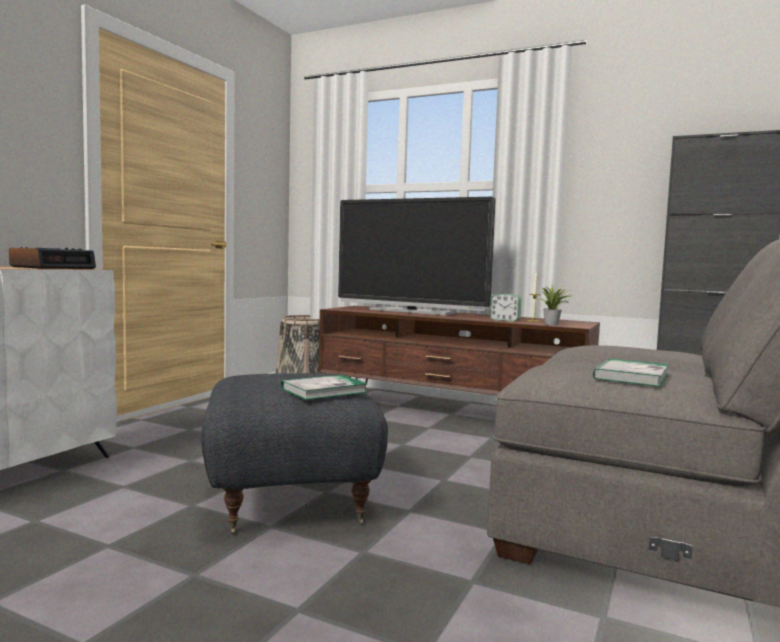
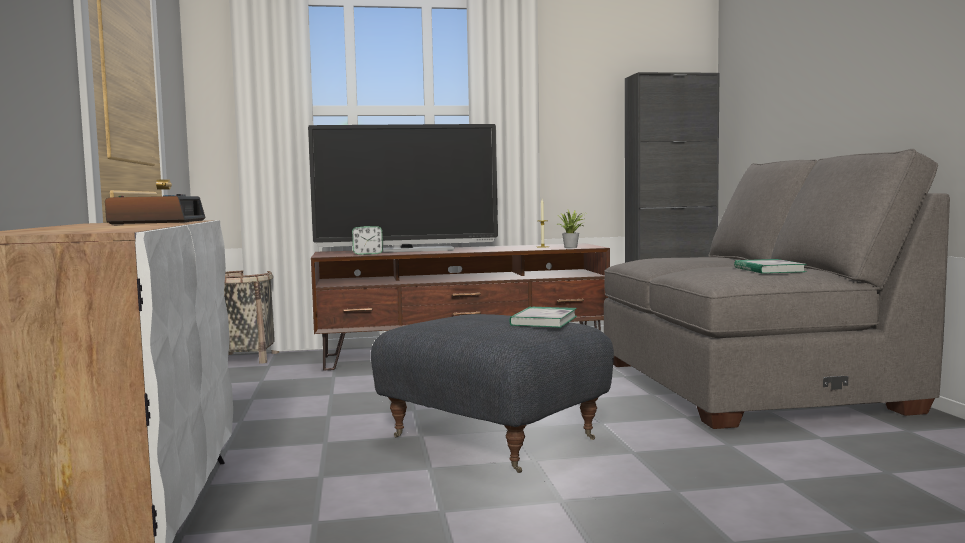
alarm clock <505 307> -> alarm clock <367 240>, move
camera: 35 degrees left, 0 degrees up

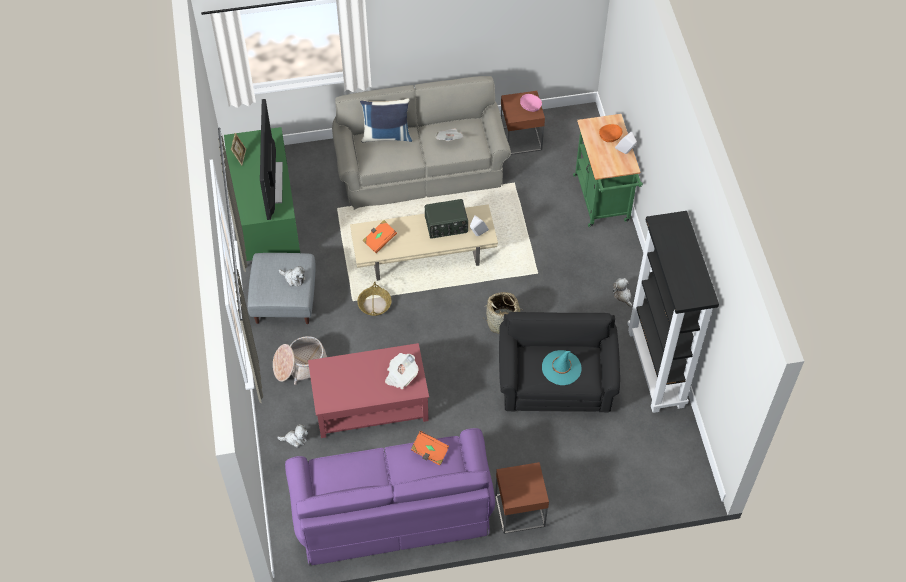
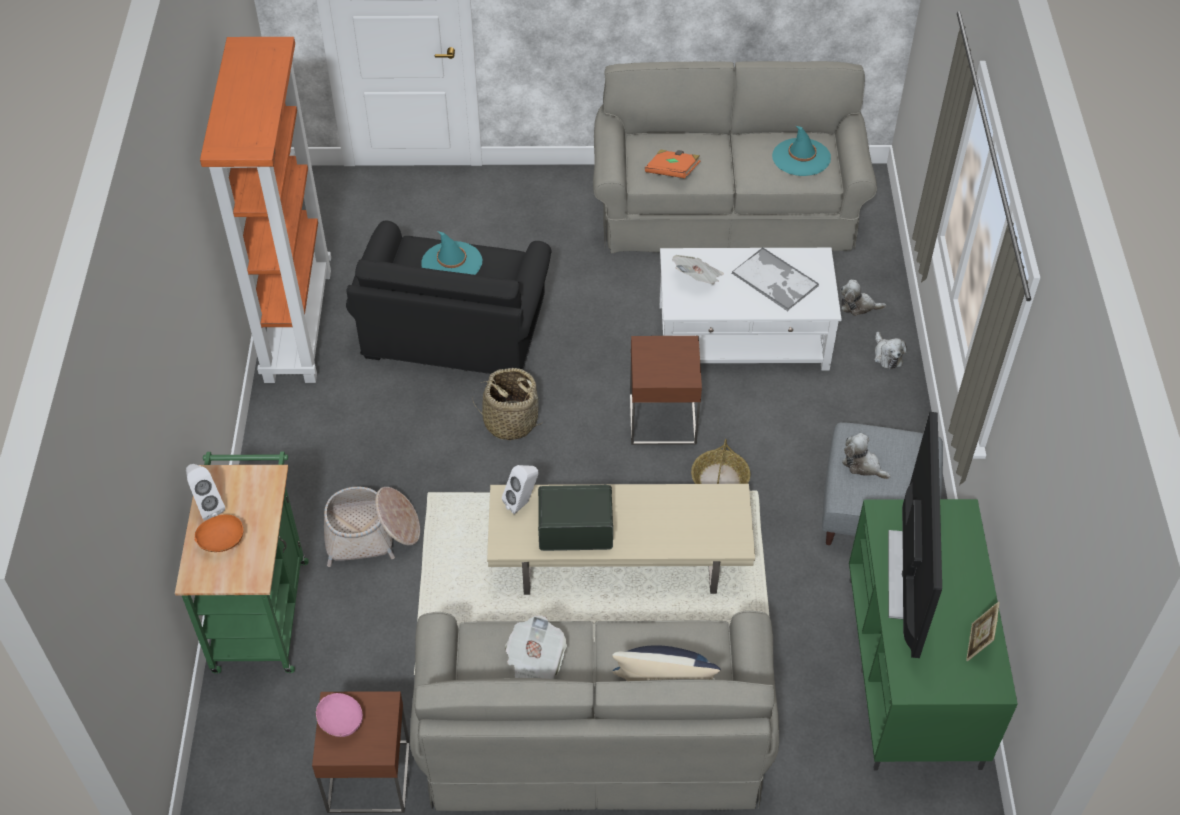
orange book <380 236> -> none
none -> tray <775 279>
none -> turquoise hat <801 151>
basket <300 360> -> basket <372 527>, move
brown side table <522 498> -> brown side table <666 390>, move
plush toy <622 292> -> plush toy <890 350>, move
purple sofa <390 496> -> grey sofa <735 157>
red coffee table <368 390> -> white coffee table <750 309>
black bookcase <673 312> -> orange bookcase <265 210>
camera: 170 degrees left, 5 degrees down

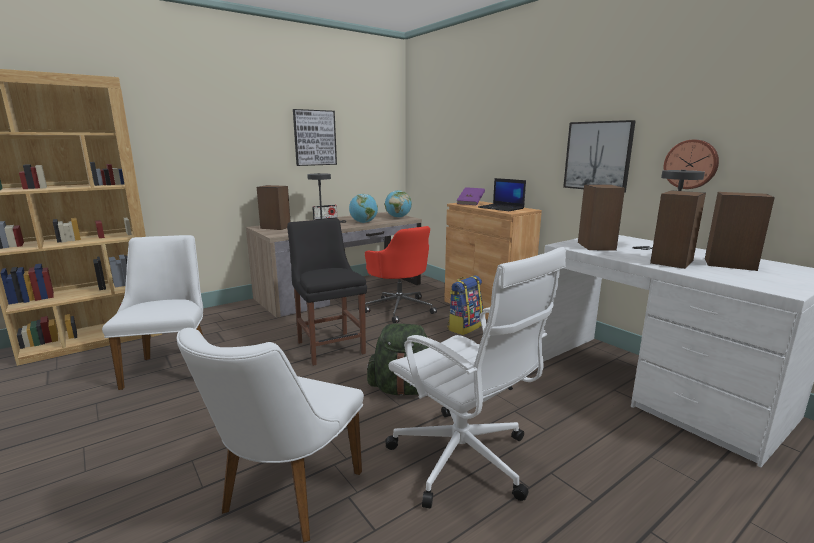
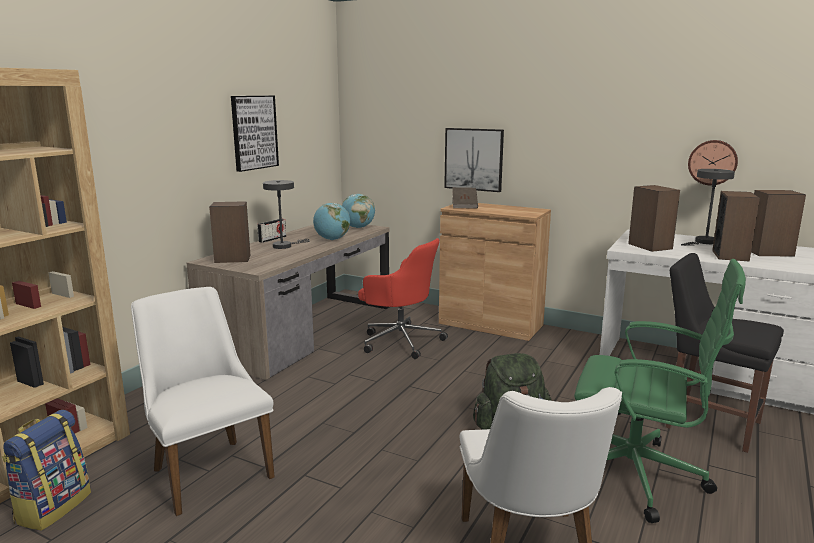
laptop <502 194> -> none
black chair <327 292> -> black chair <725 353>, move
backpack <465 305> -> backpack <46 470>, move
picture <599 156> -> picture <474 160>, move
white office chair <475 377> -> green office chair <660 391>
purple book <471 196> -> brown book <465 198>
camera: 25 degrees left, 0 degrees up

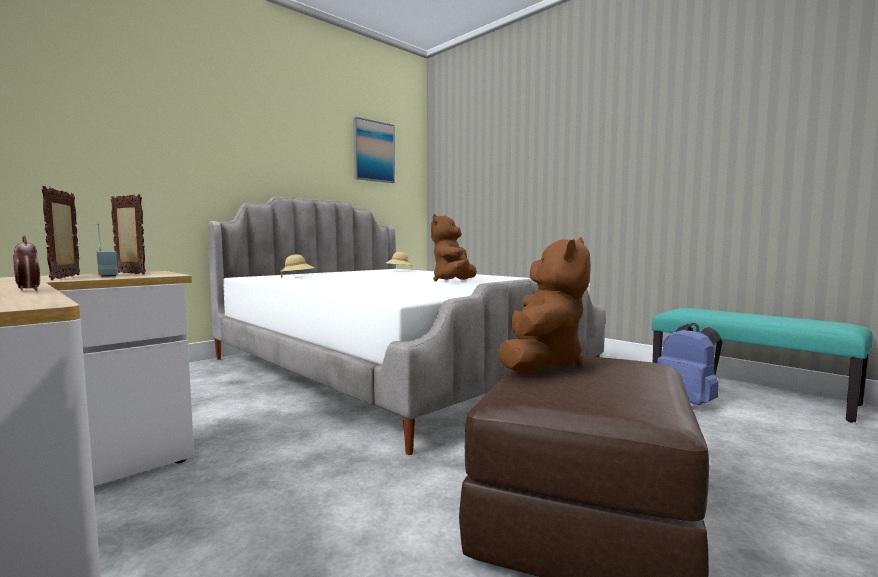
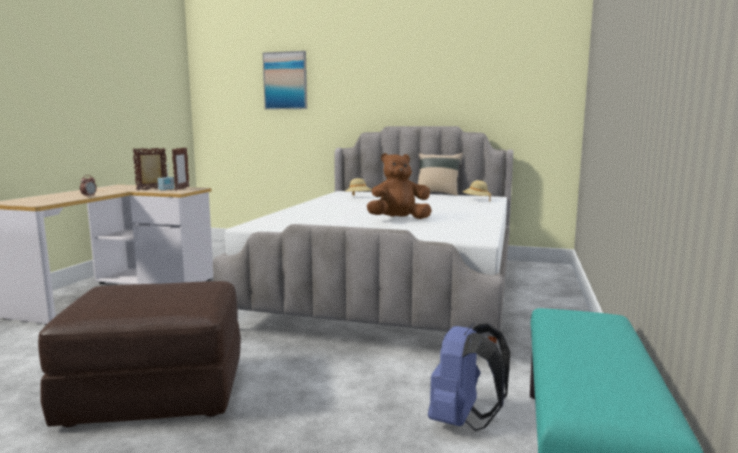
brown plush toy <544 305> -> none
none -> beige pillow <440 174>
picture <374 150> -> picture <285 80>, move
camera: 60 degrees right, 5 degrees up

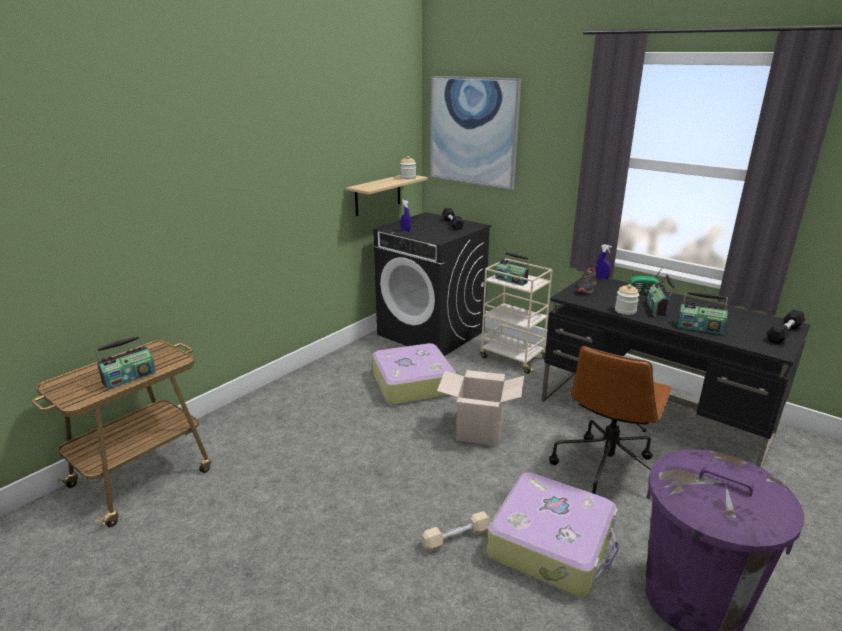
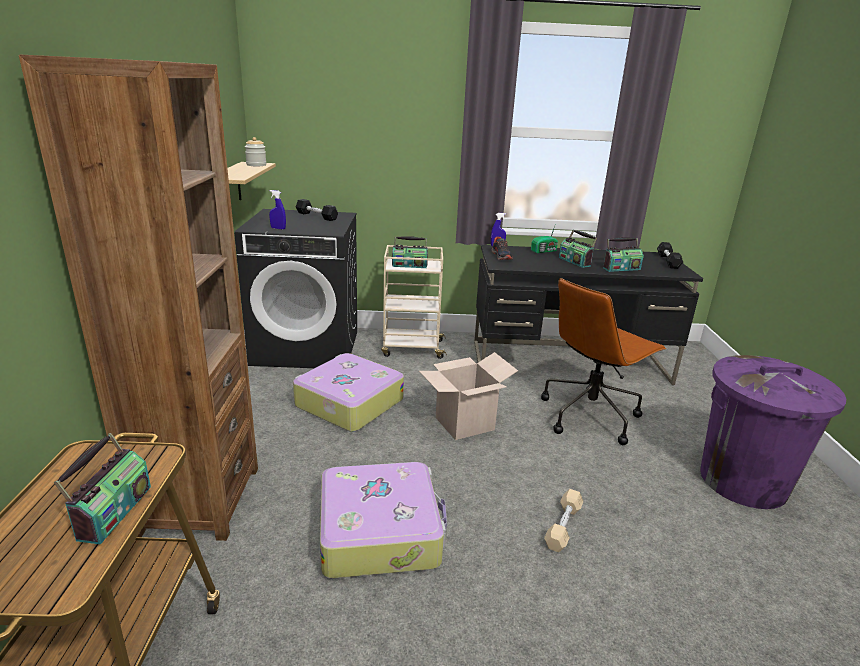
picture <475 133> -> none
jar <627 299> -> none
none -> brown bookcase <138 298>
suitcase <553 534> -> suitcase <383 520>, move
brown office chair <610 420> -> brown office chair <604 361>, 60 degrees clockwise
camera: 40 degrees left, 0 degrees up

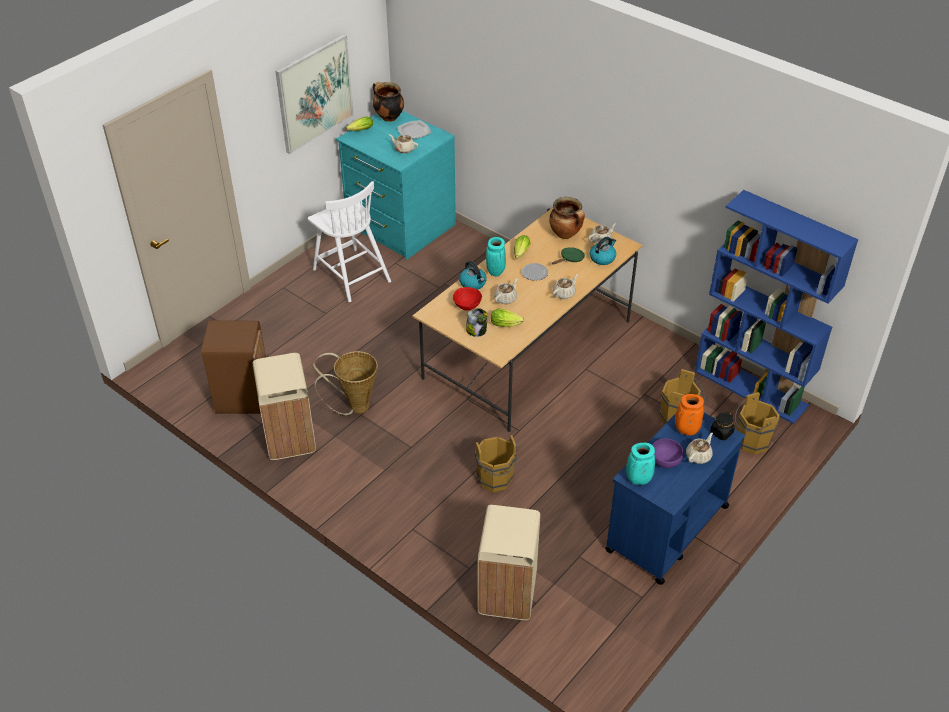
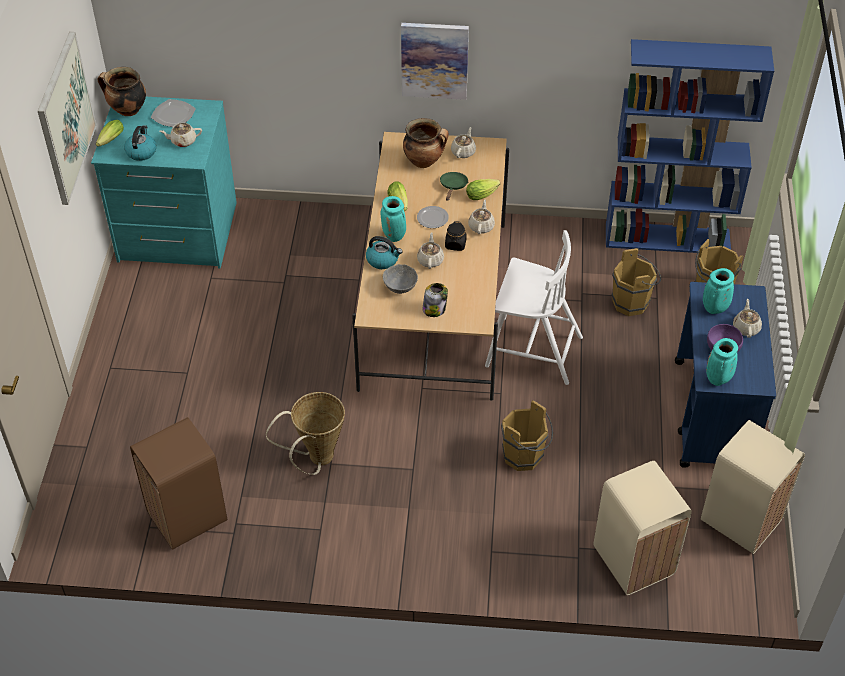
none -> picture <435 61>
beige trash can <284 406> -> beige trash can <753 487>, move
white chair <349 241> -> white chair <534 307>, move
lettuce <507 318> -> lettuce <483 189>, move
kettle <603 251> -> kettle <140 143>, move
black jar <722 426> -> black jar <456 236>, move
red bowl <467 299> -> grey bowl <400 279>
orange vase <689 415> -> turquoise vase <718 291>
camera: 35 degrees left, 5 degrees up

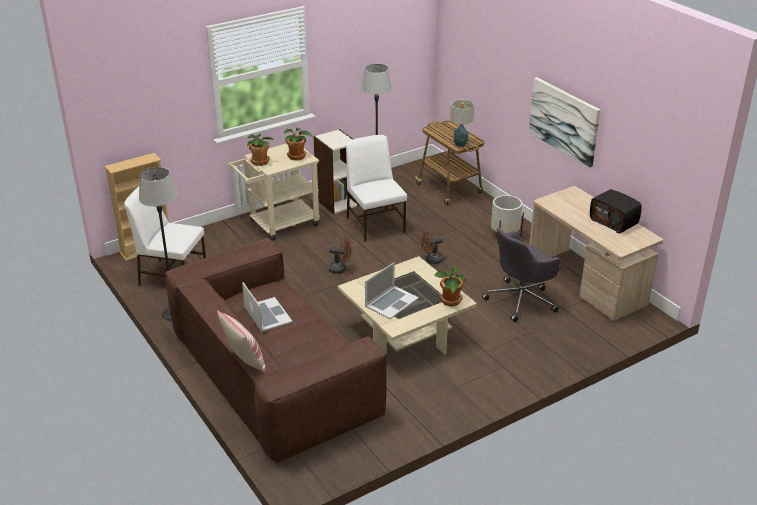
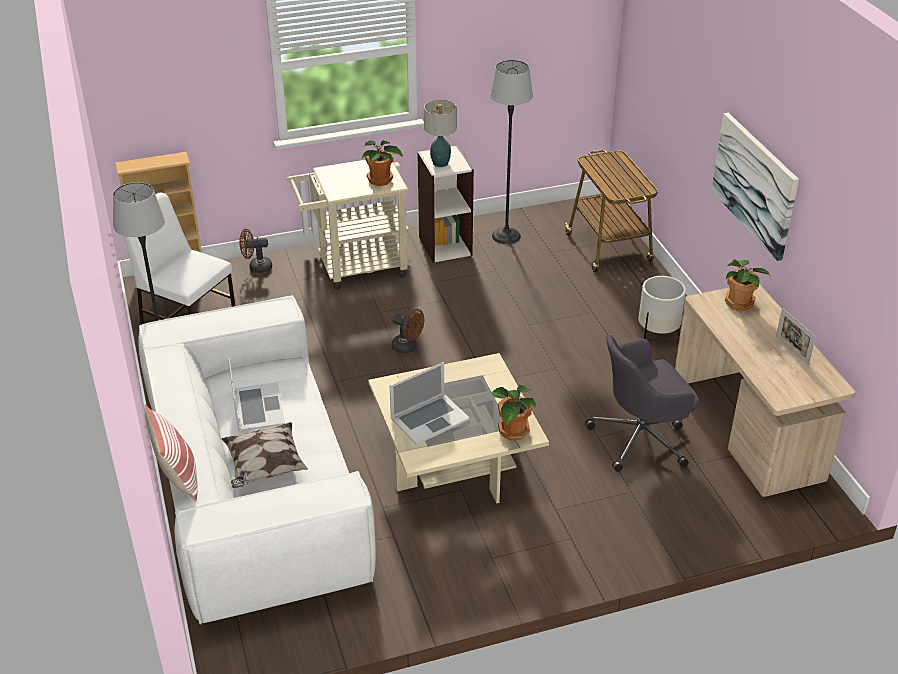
white chair <376 188> -> none
none -> pillow <265 455>
potted plant <261 150> -> potted plant <747 285>, move
brown fan <432 247> -> brown fan <255 251>, move
table lamp <462 123> -> table lamp <440 133>, move
radio <616 211> -> picture frame <796 337>
brown sofa <276 350> -> white sofa <257 459>
camera: 15 degrees right, 5 degrees up

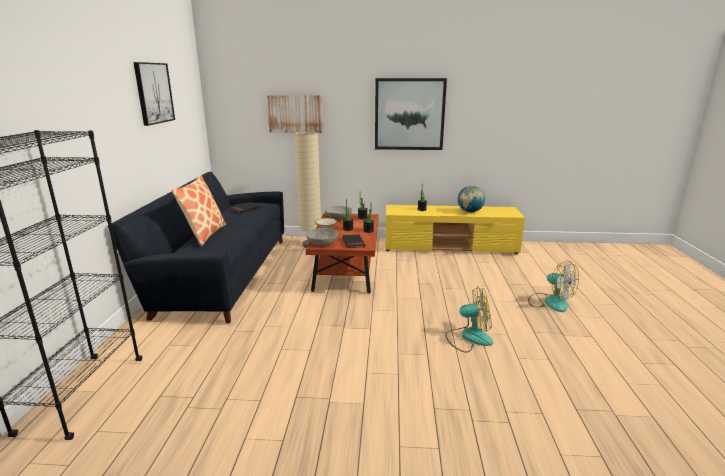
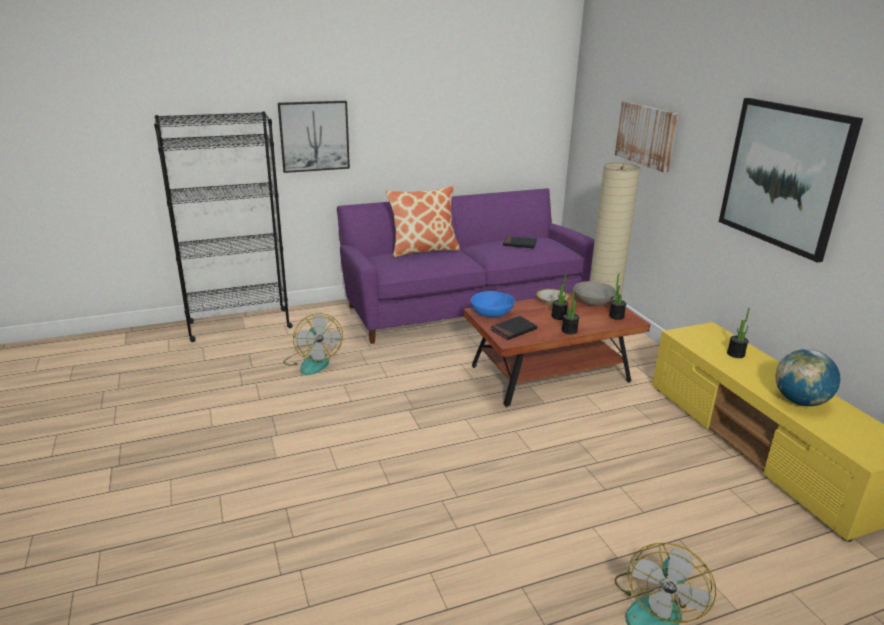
picture <154 94> -> picture <314 137>, move
fan <469 319> -> fan <313 344>, move
black sofa <196 247> -> purple sofa <466 266>
grey bowl <322 237> -> blue bowl <493 304>
camera: 65 degrees right, 5 degrees up

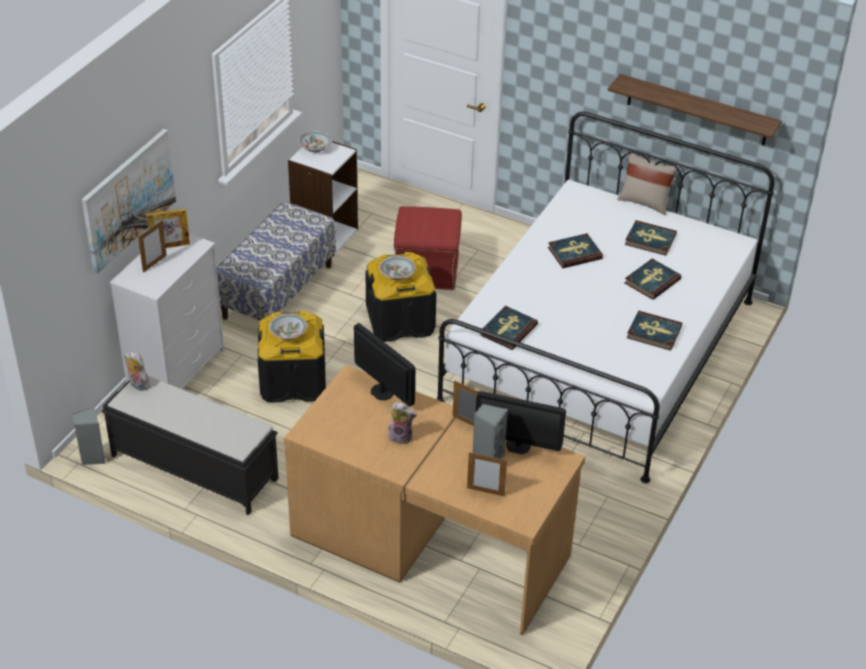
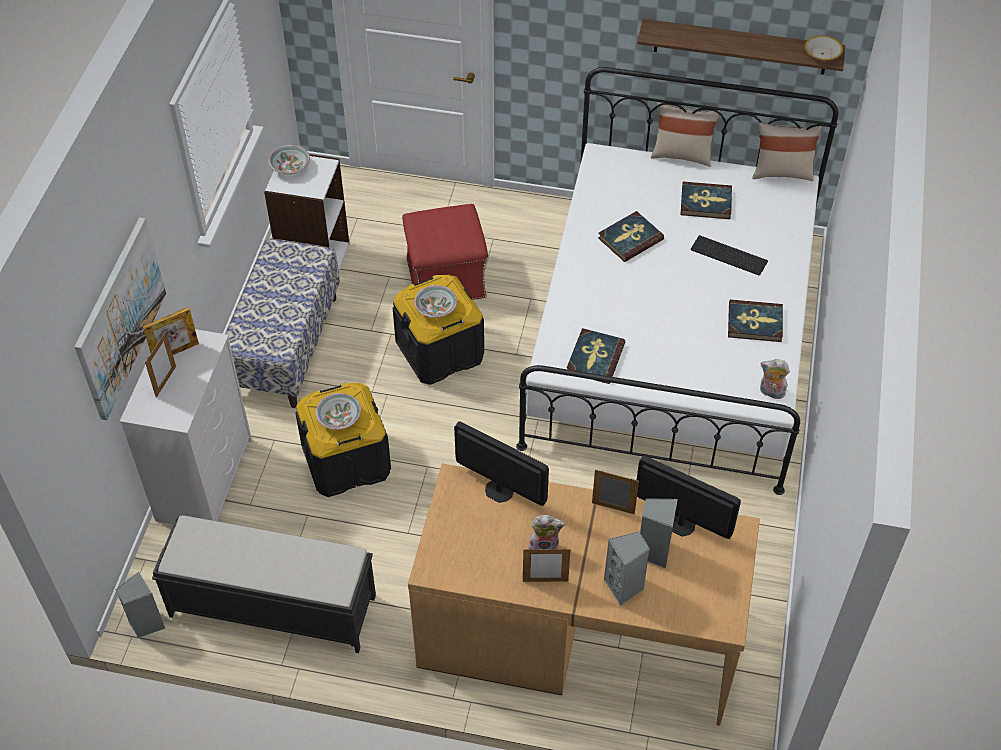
none -> grey speaker <627 568>
none -> beige pillow <787 151>
none -> bowl <824 48>
plush toy <137 371> -> plush toy <775 379>, move
picture frame <487 474> -> picture frame <547 565>, move
book <653 279> -> keyboard <729 255>
monitor <521 422> -> monitor <689 497>, 150 degrees counterclockwise
camera: 15 degrees left, 10 degrees up

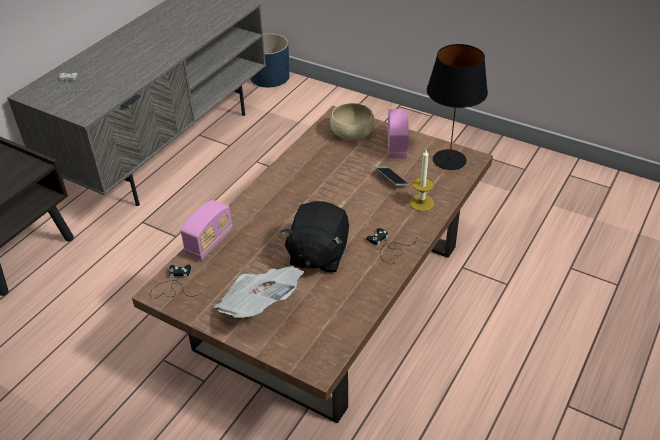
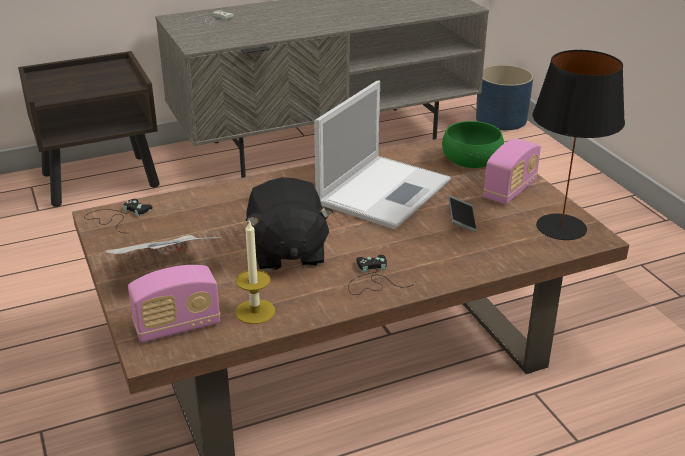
none -> laptop <382 155>
radio <207 230> -> radio <174 304>, move
candle <421 180> -> candle <255 272>, move
beige bowl <352 121> -> green bowl <473 144>
black plush toy <315 237> -> black plush toy <289 224>, 60 degrees counterclockwise
camera: 35 degrees right, 10 degrees down

